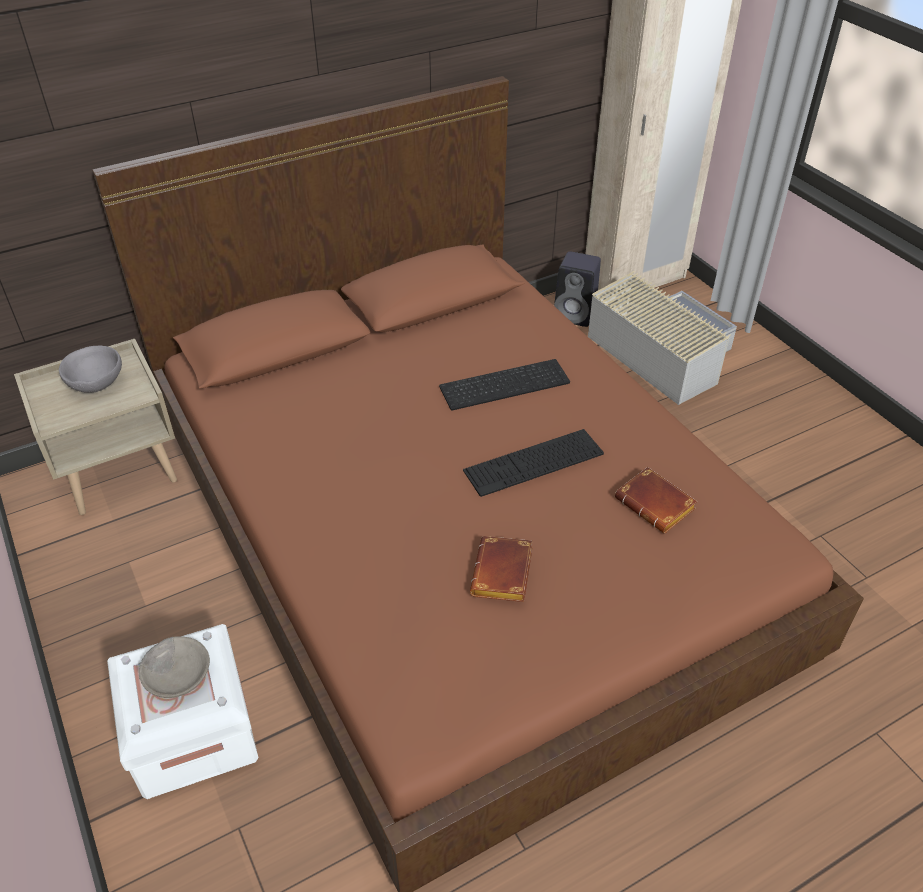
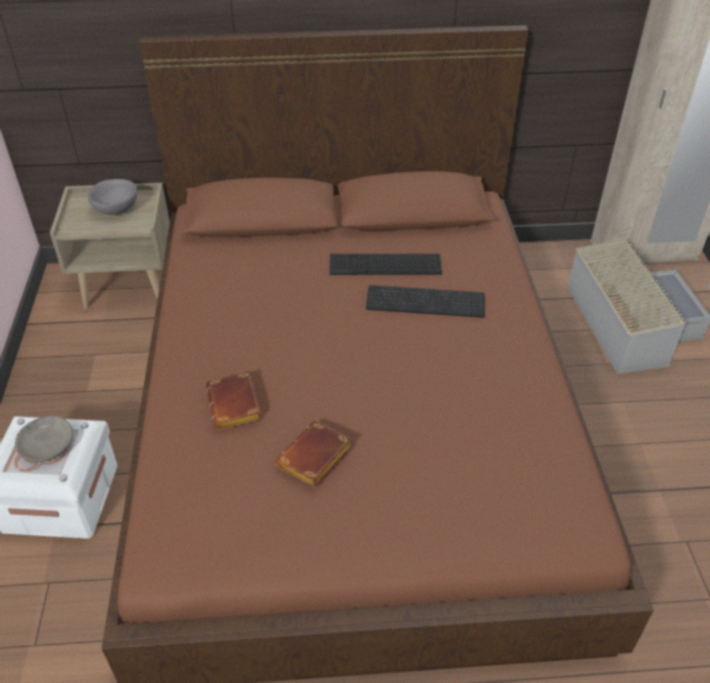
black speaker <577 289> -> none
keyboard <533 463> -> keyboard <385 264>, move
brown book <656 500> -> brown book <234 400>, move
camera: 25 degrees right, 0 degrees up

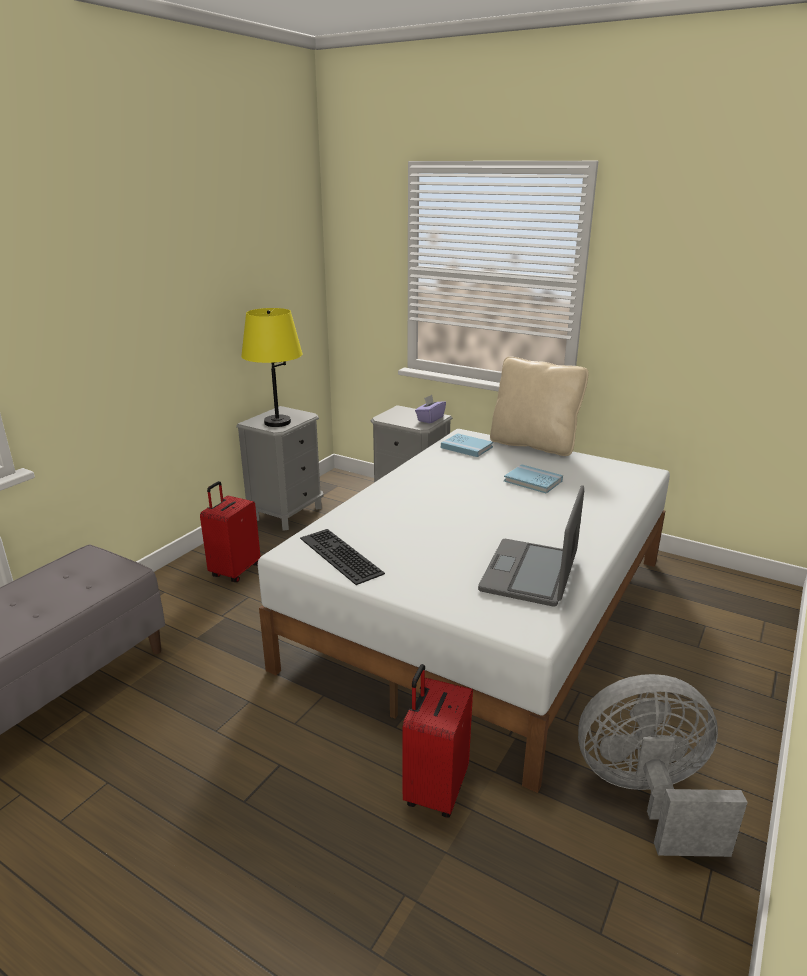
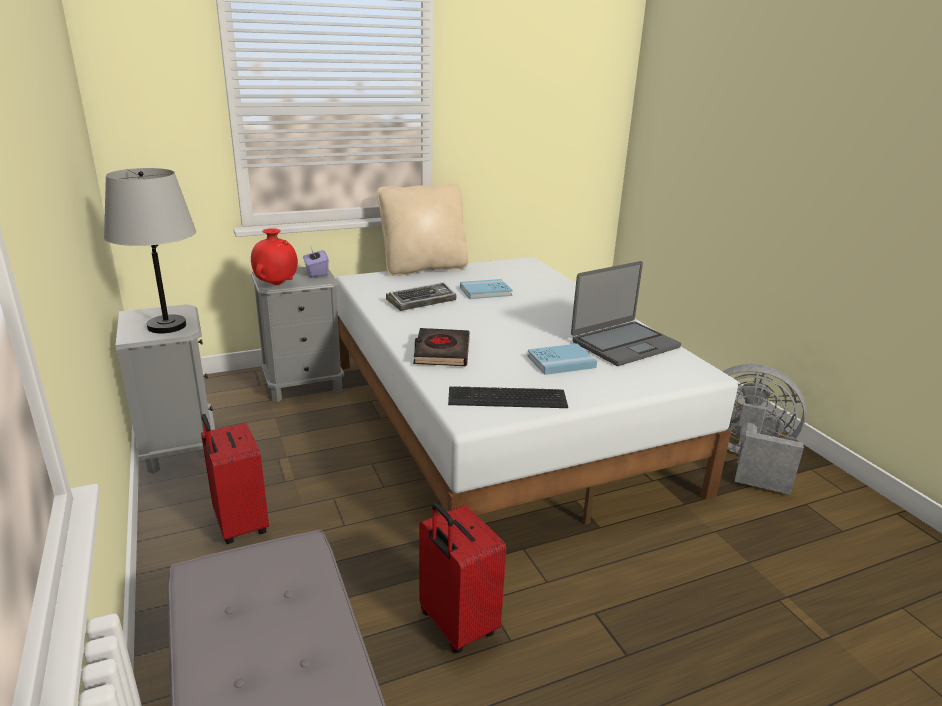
none -> red vase <274 257>
none -> keyboard <421 296>
none -> black book <441 347>
red suitcase <438 741> -> red suitcase <462 578>, move
blue book <467 445> -> blue book <562 359>, move
yellow table lamp <272 367> -> grey table lamp <150 250>
laptop <531 546> -> laptop <626 313>, 90 degrees counterclockwise
grey fan <663 765> -> grey fan <764 429>, 75 degrees clockwise
camera: 55 degrees left, 0 degrees up

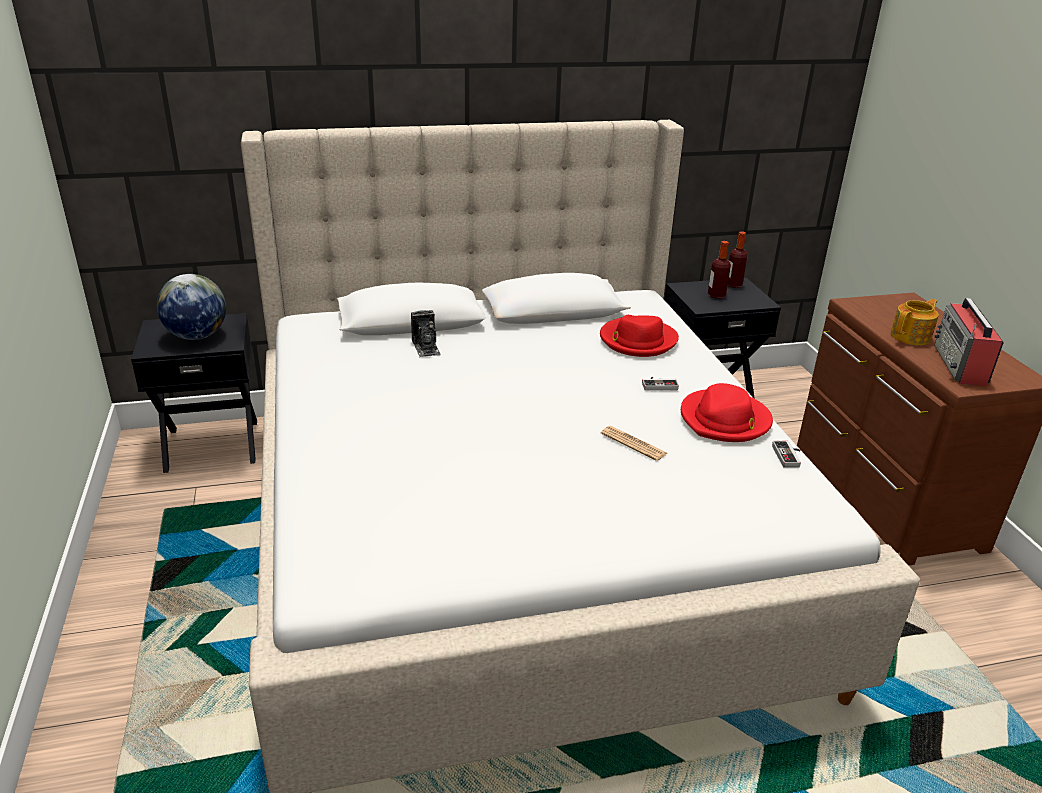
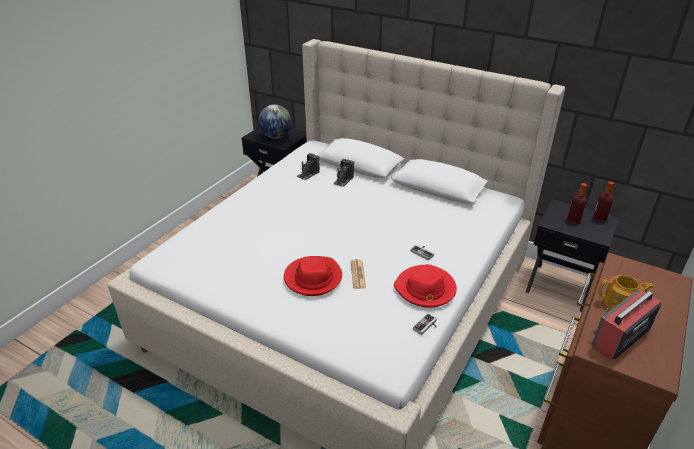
none -> photo camera <308 166>
red hat <639 336> -> red hat <313 276>, move
camera: 45 degrees right, 5 degrees up

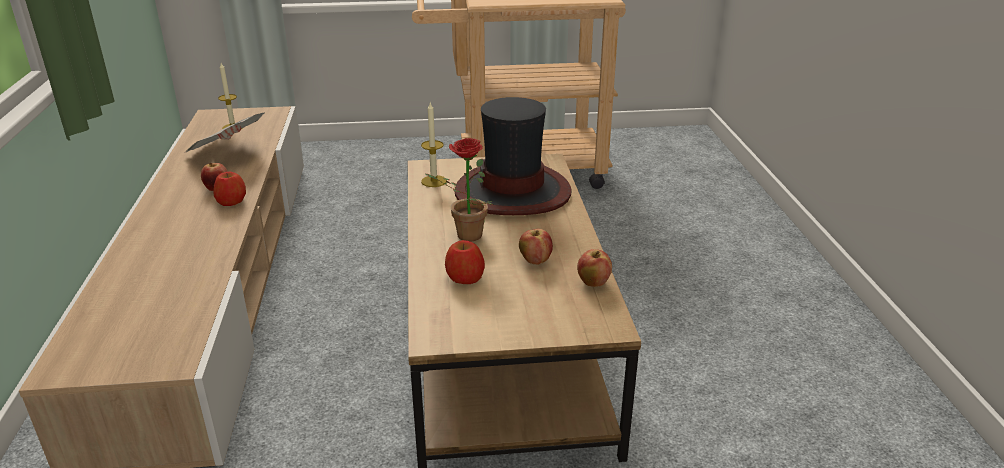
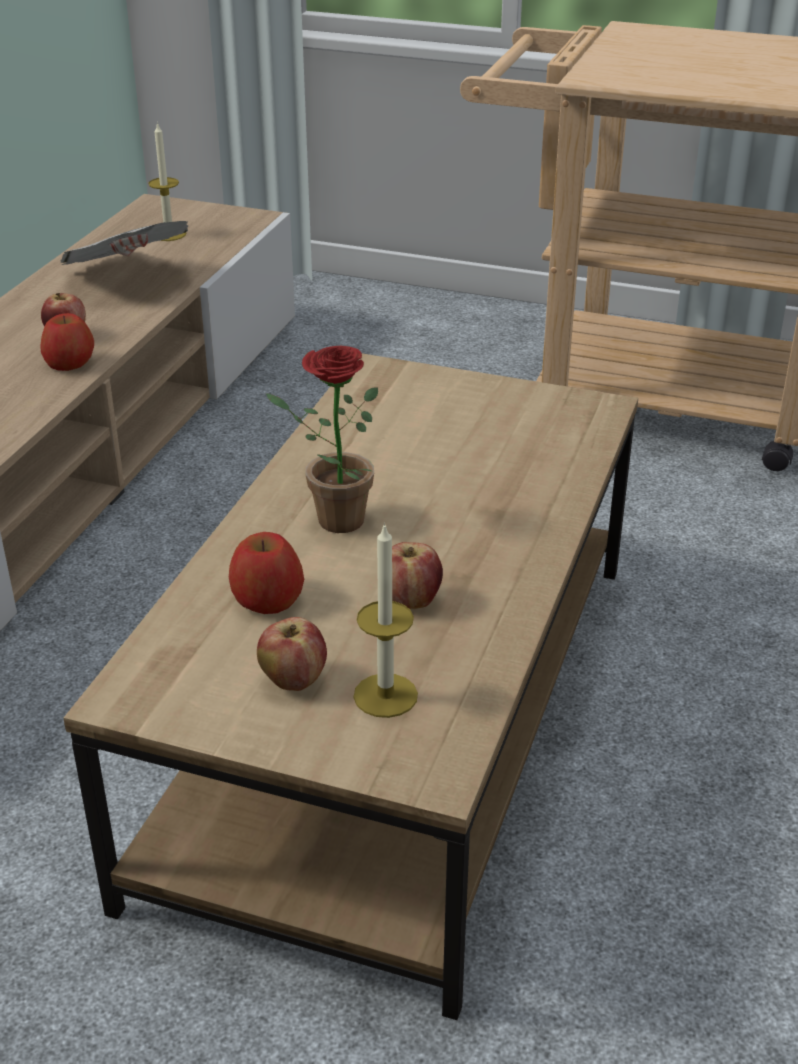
hat <513 156> -> none
candle <434 145> -> candle <386 620>, move
apple <594 268> -> apple <292 654>, move
camera: 25 degrees right, 5 degrees up

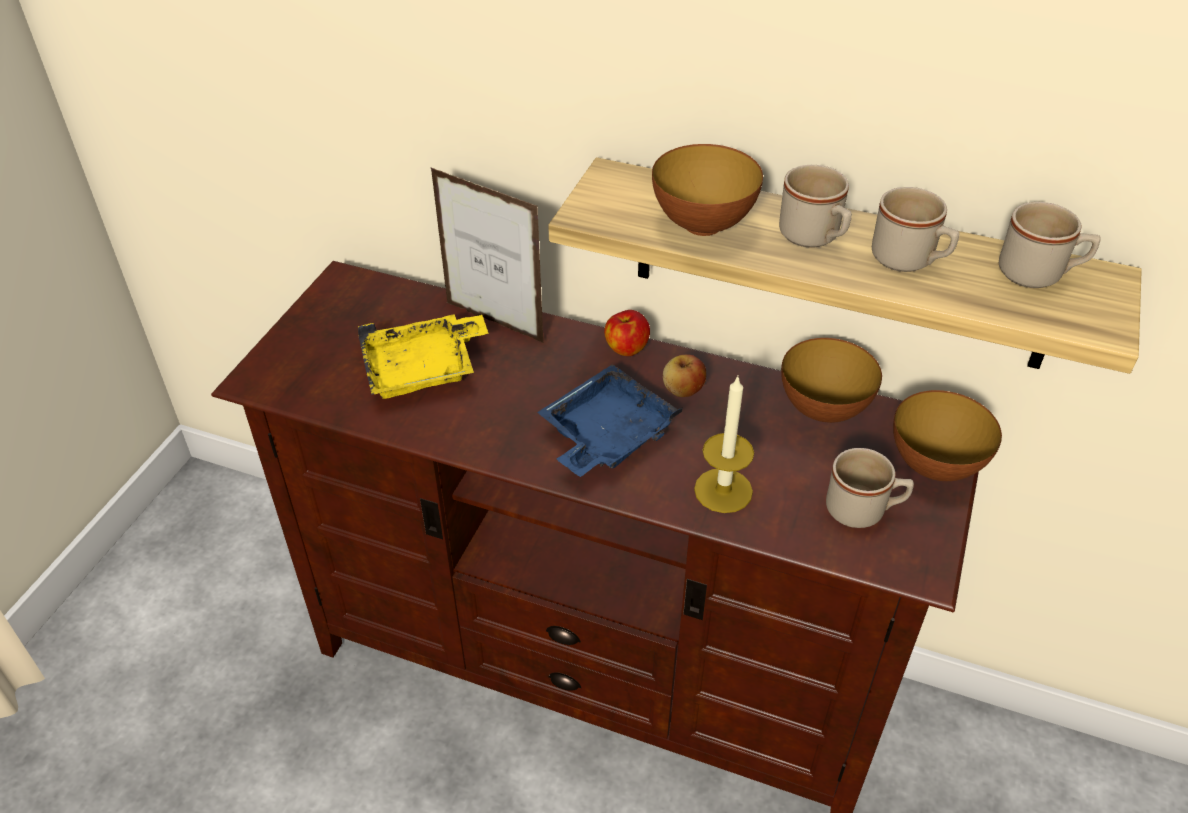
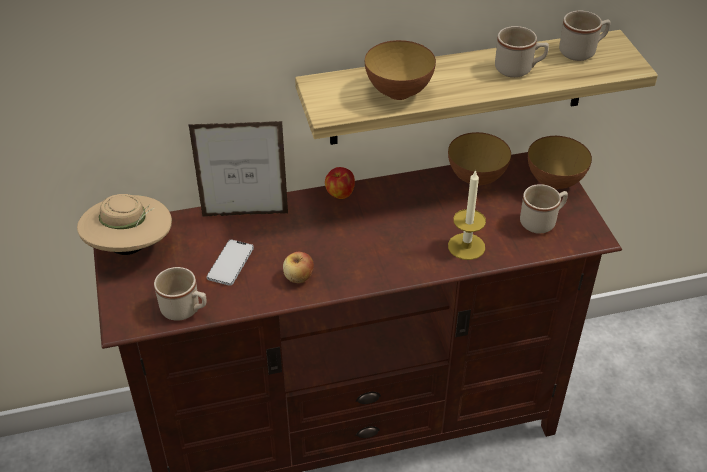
blue tray <610 420> -> none
none -> beige hat <124 224>
apple <684 376> -> apple <298 267>, move
beige mug <815 206> -> beige mug <180 294>, move
yellow tray <423 356> -> phone <230 263>
camera: 35 degrees left, 0 degrees up

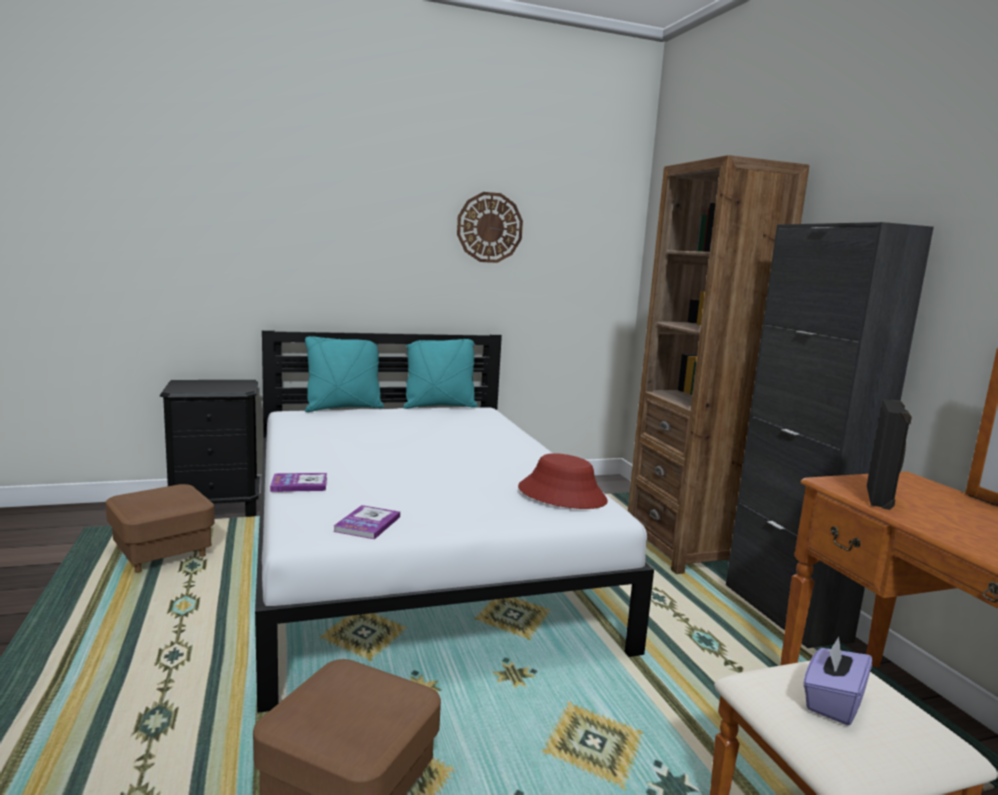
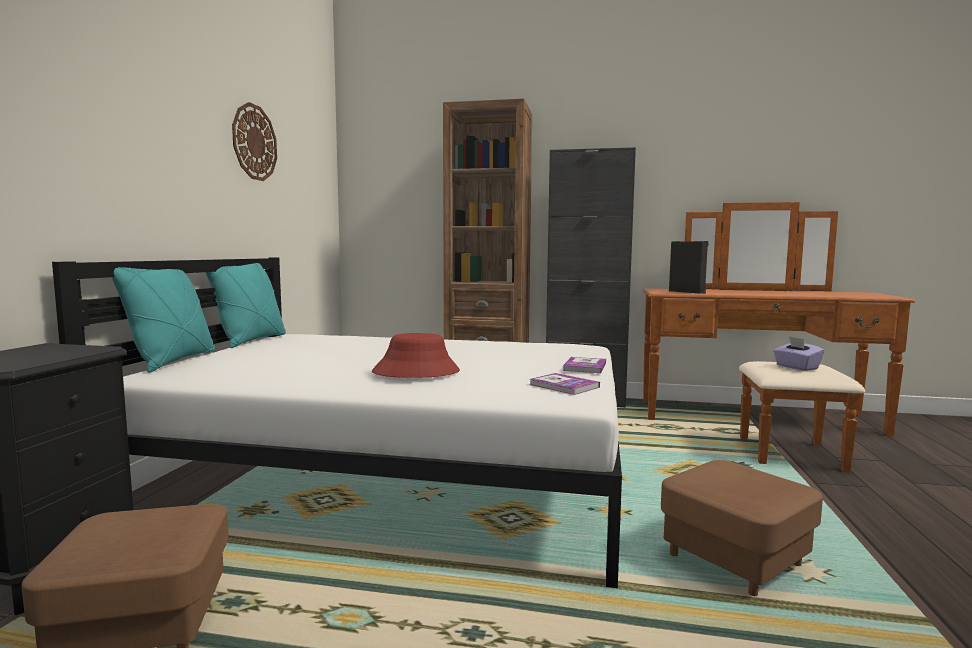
book <298 482> -> book <584 365>, move
red hat <563 481> -> red hat <416 355>, move
camera: 60 degrees left, 5 degrees down

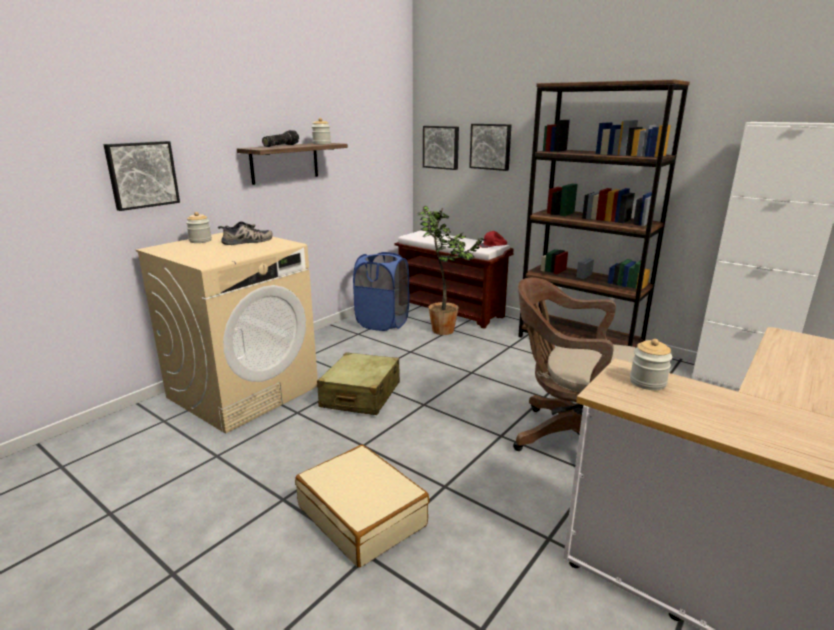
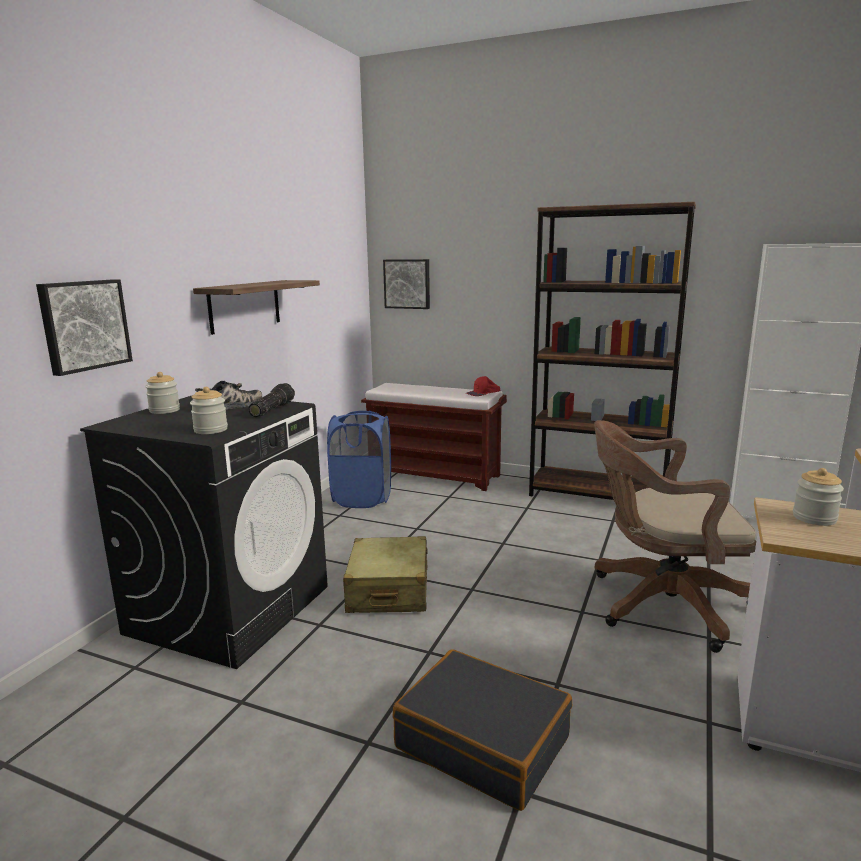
potted plant <451 270> -> none
picture <490 147> -> none
flashlight <280 138> -> flashlight <271 400>, move
jar <321 131> -> jar <209 410>, move
beige washing machine <227 333> -> black washing machine <204 532>
beige suitcase <362 506> -> black suitcase <482 730>
camera: 15 degrees left, 5 degrees down

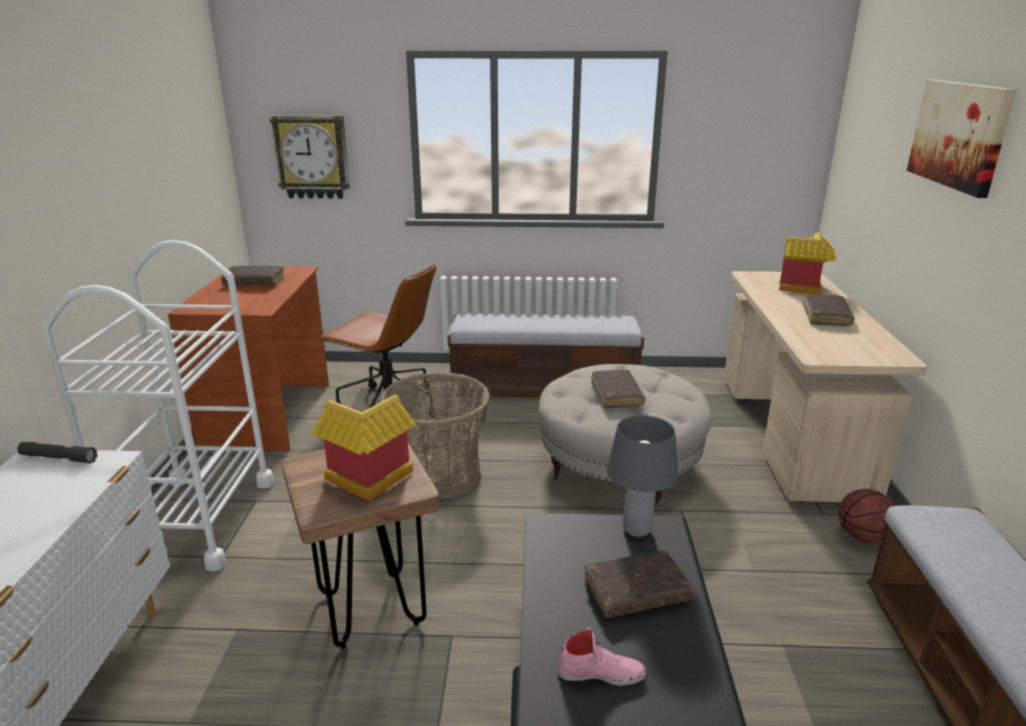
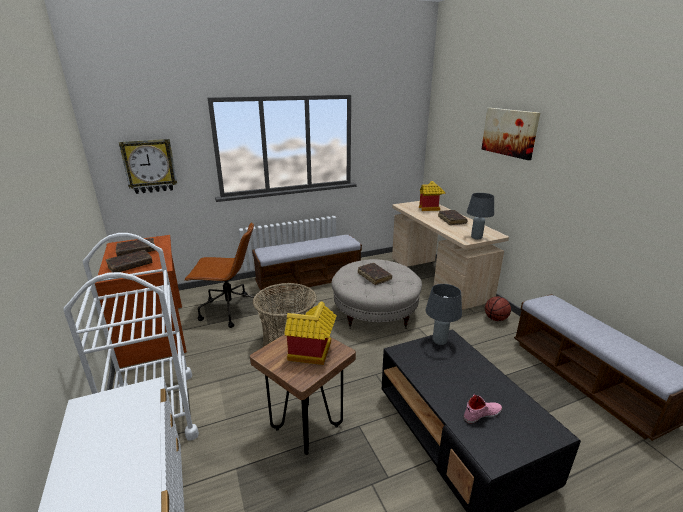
grey flashlight <57 452> -> none
none -> grey table lamp <480 216>
brown book <638 584> -> brown book <129 261>, move
camera: 25 degrees left, 0 degrees up

